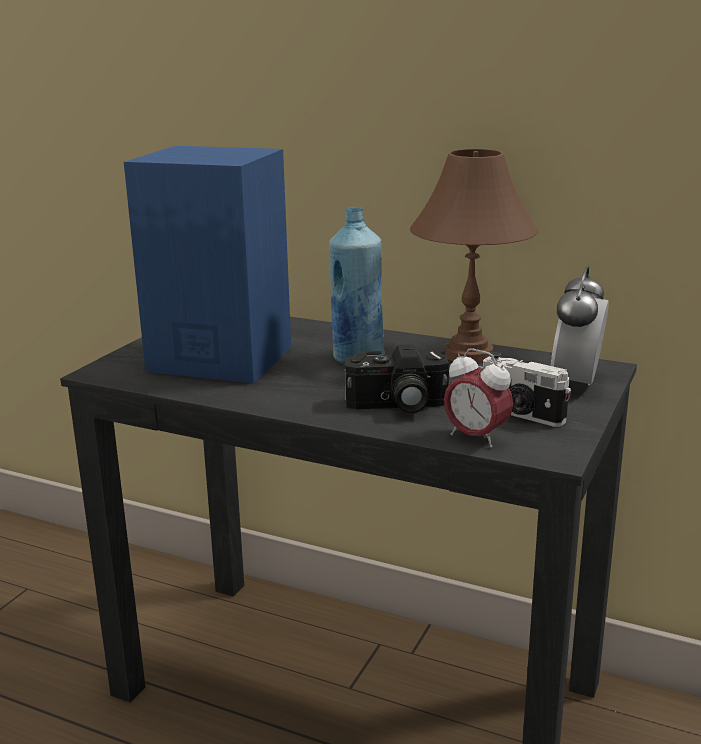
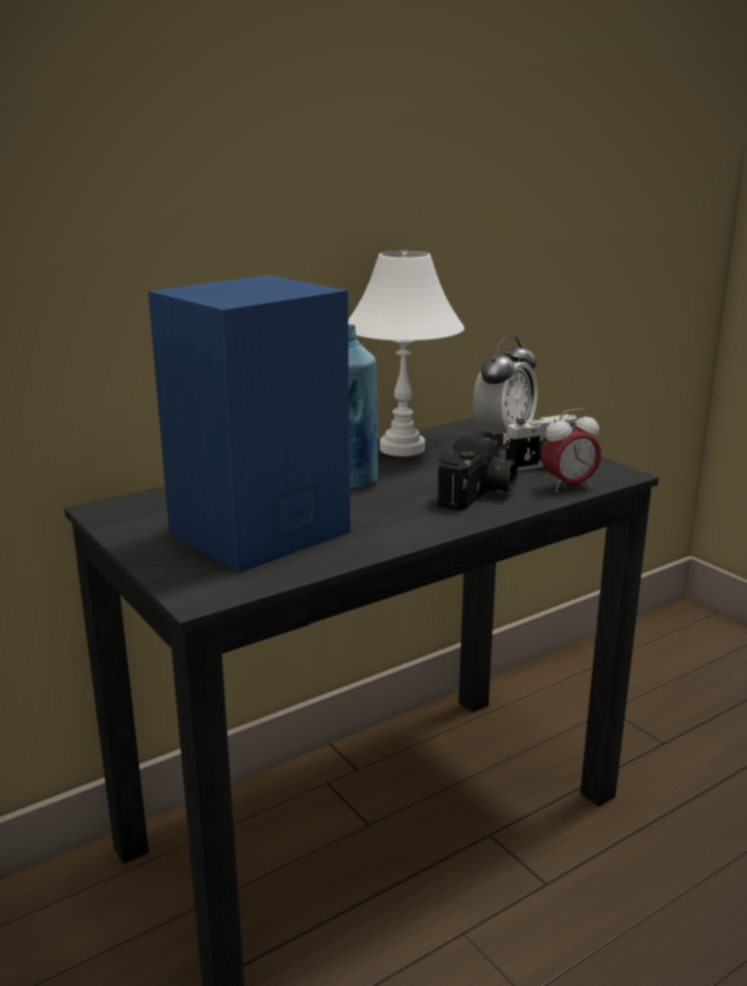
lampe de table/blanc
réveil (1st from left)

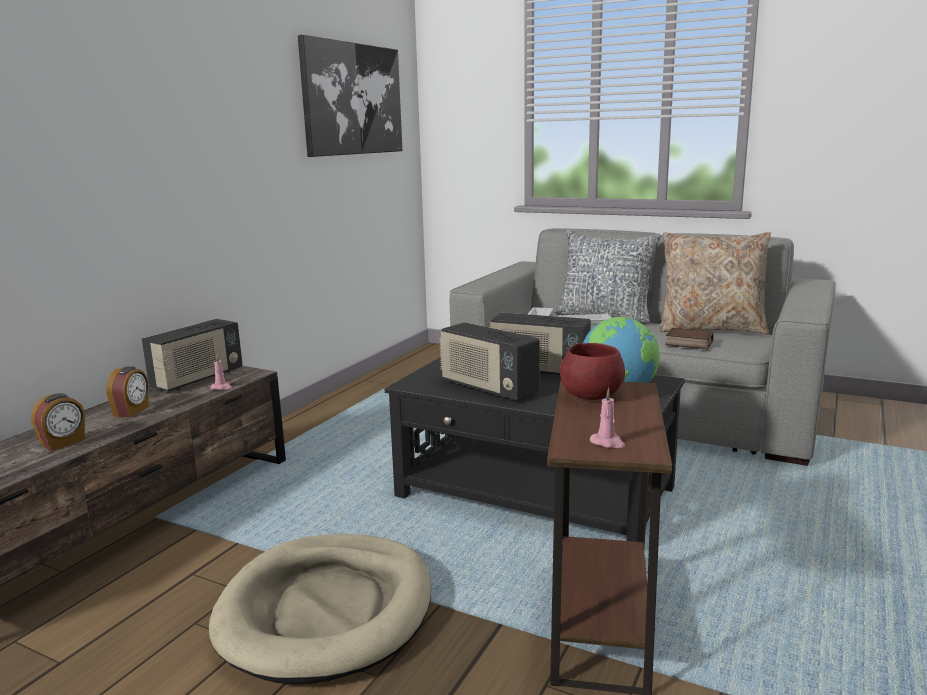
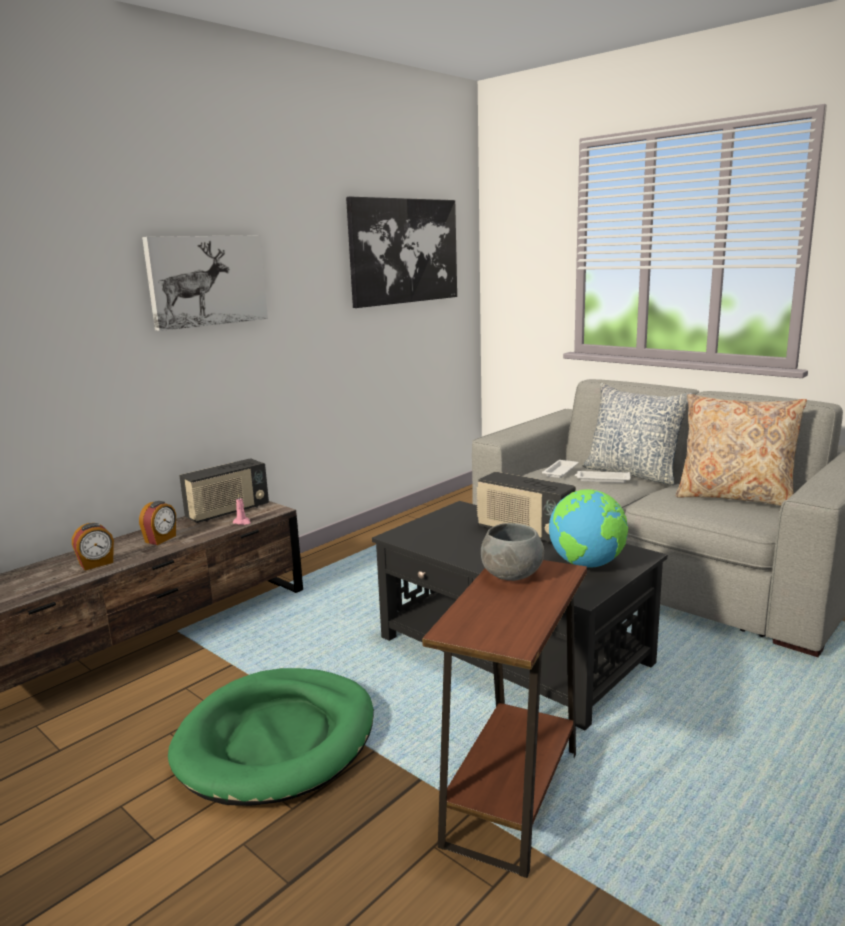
radio (2nd from left in the first image)
bougie/rose (2nd from left in the first image)
livre
tableau (1st from left)
panier pour chien/vert
bol/gris

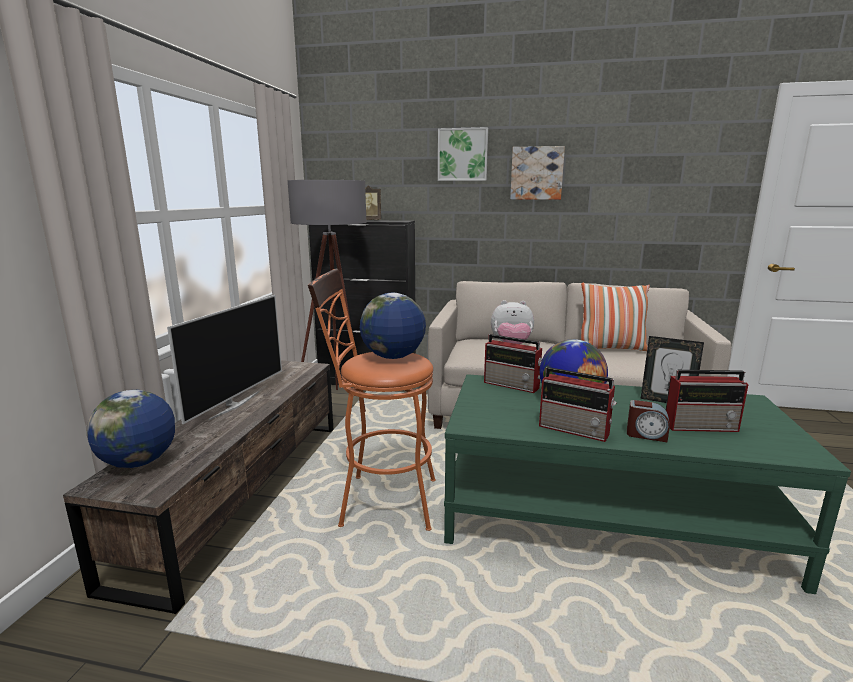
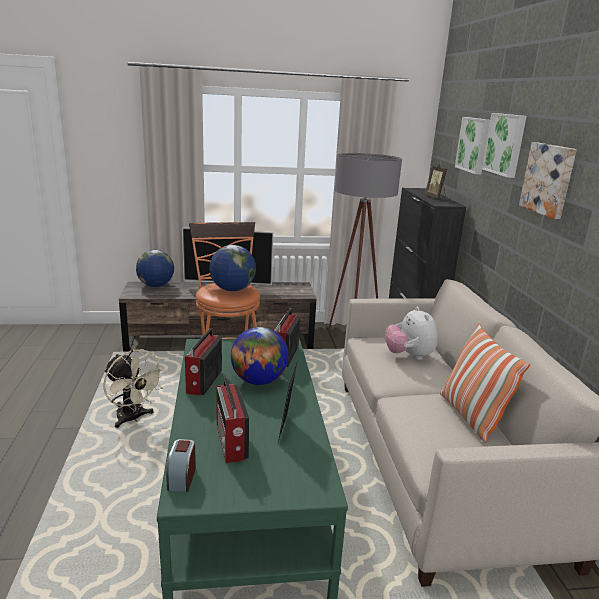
ventilateur/beige
tableau (1st from left)
réveil

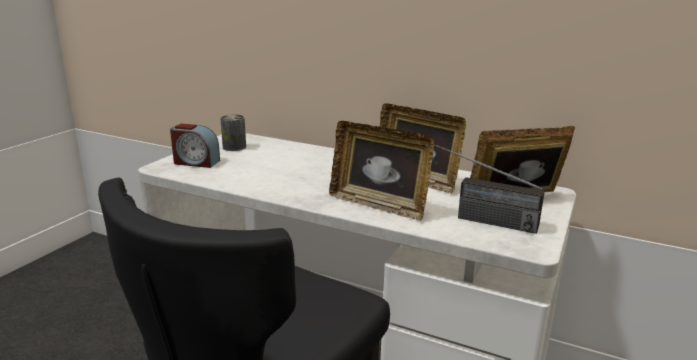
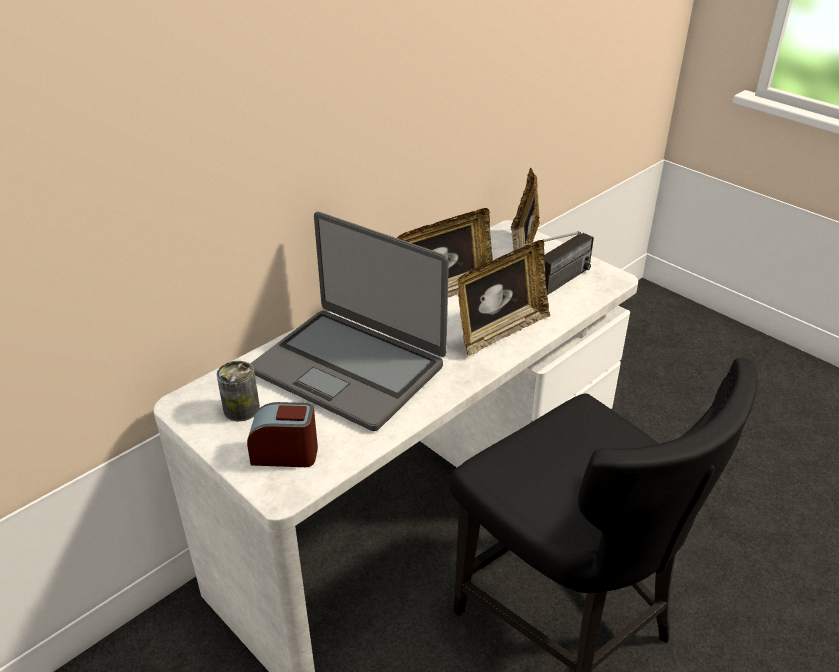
ordinateur portable
réveil

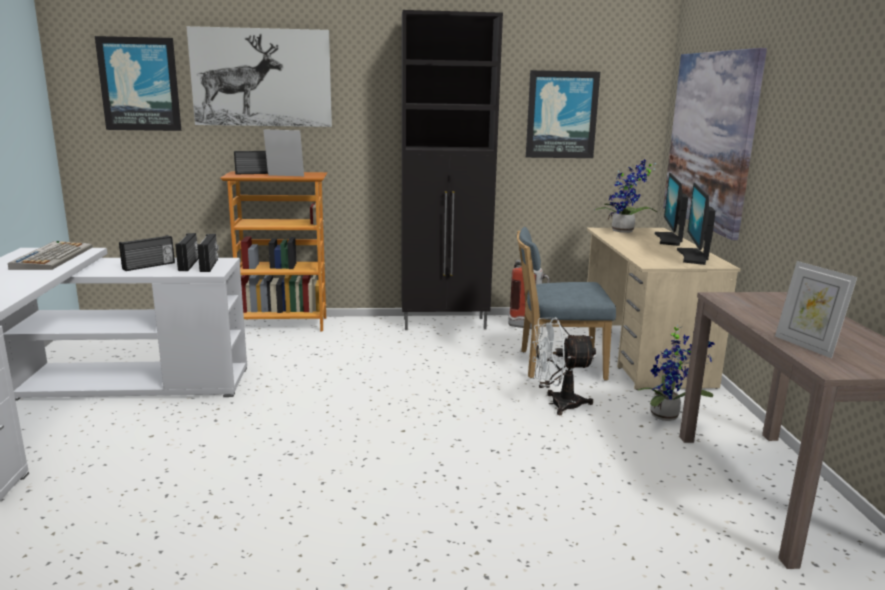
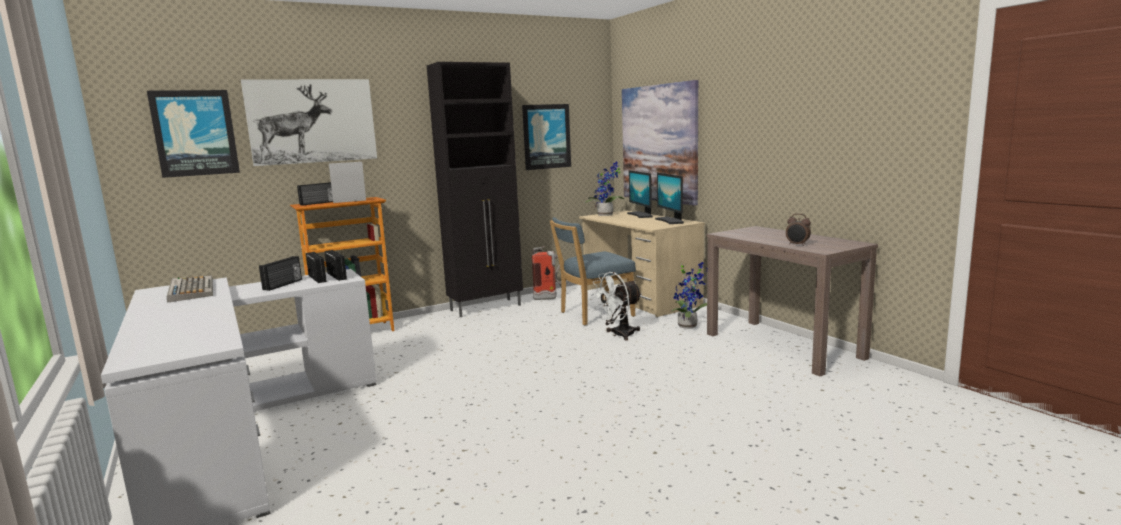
réveil

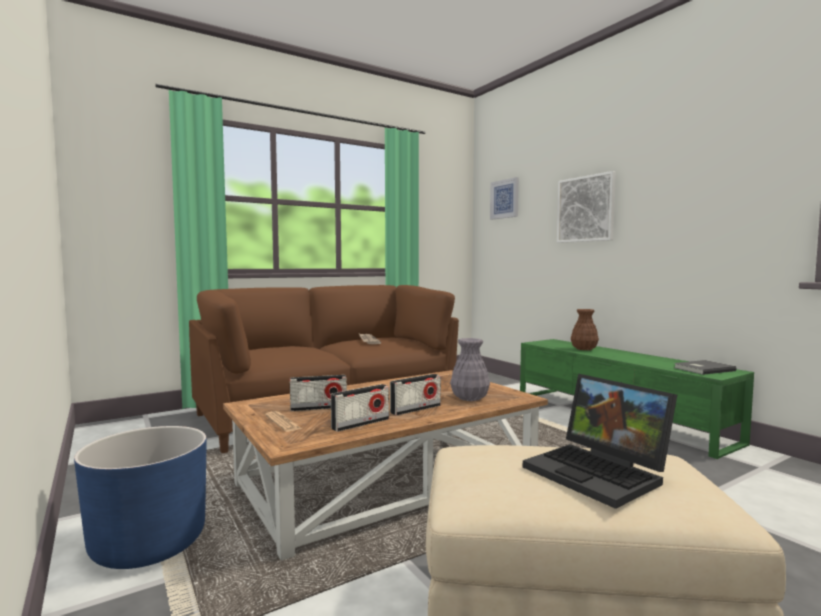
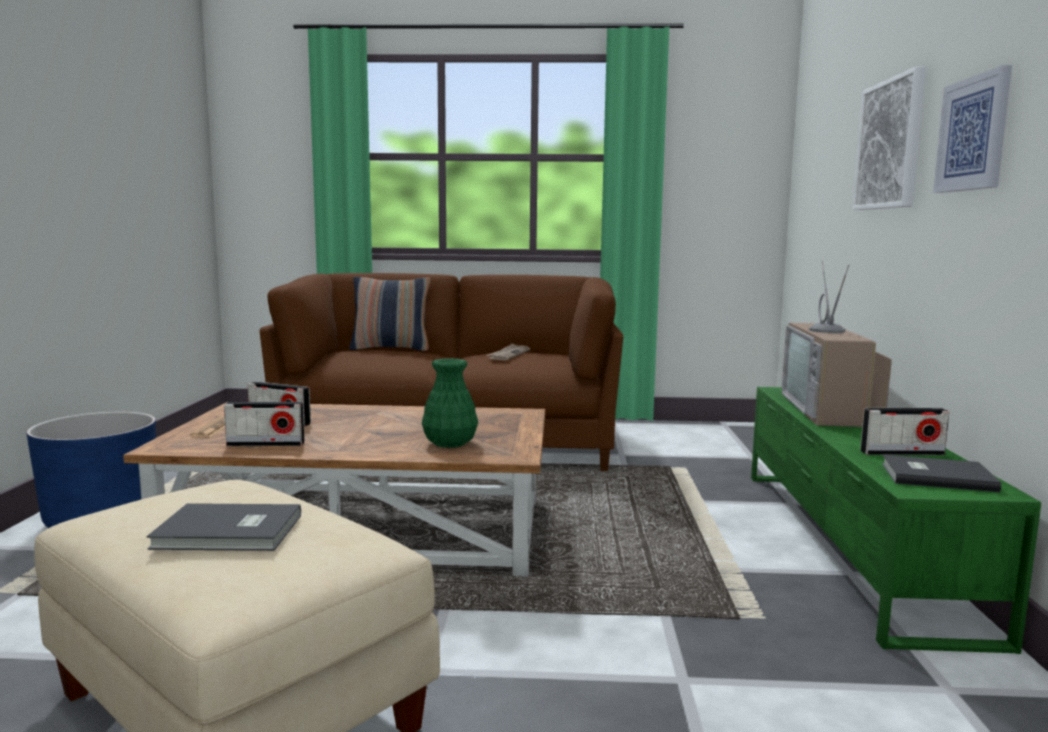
coussin
radio (3rd from left)
tableau (2nd from left)
livre/gris (1st from left)
téléviseur
vase/vert

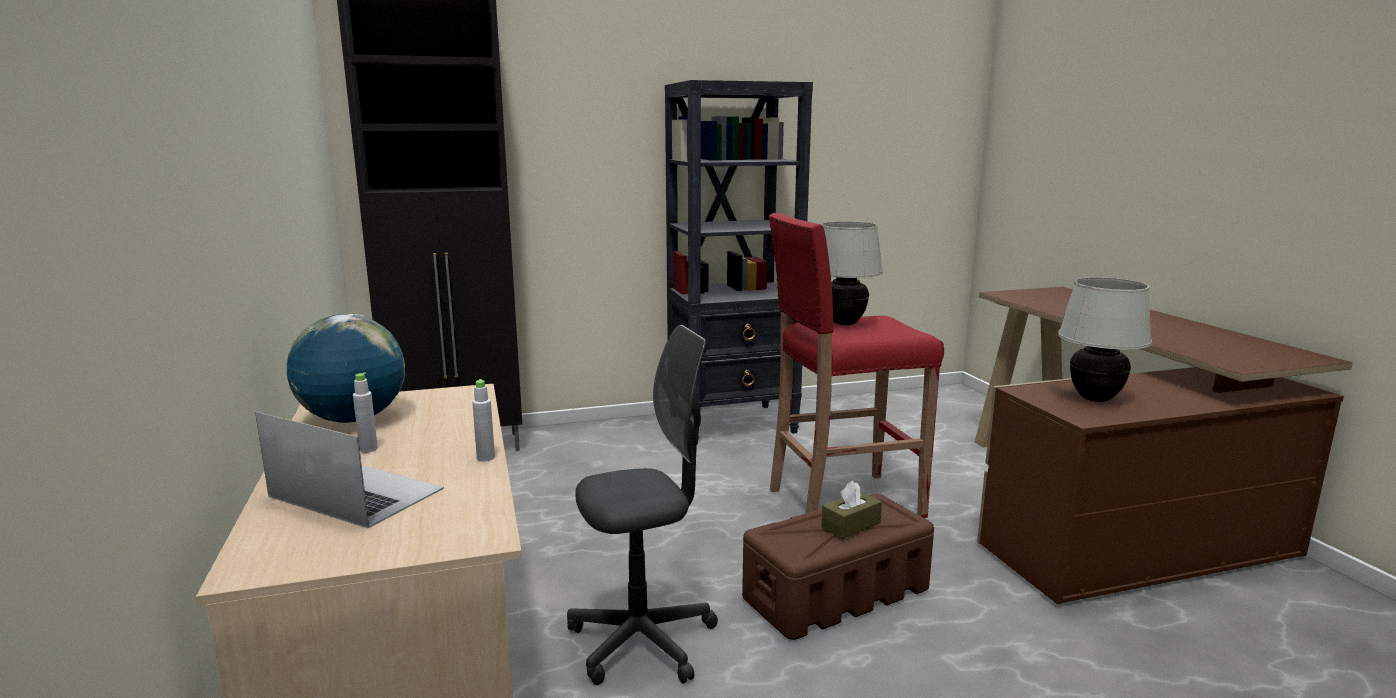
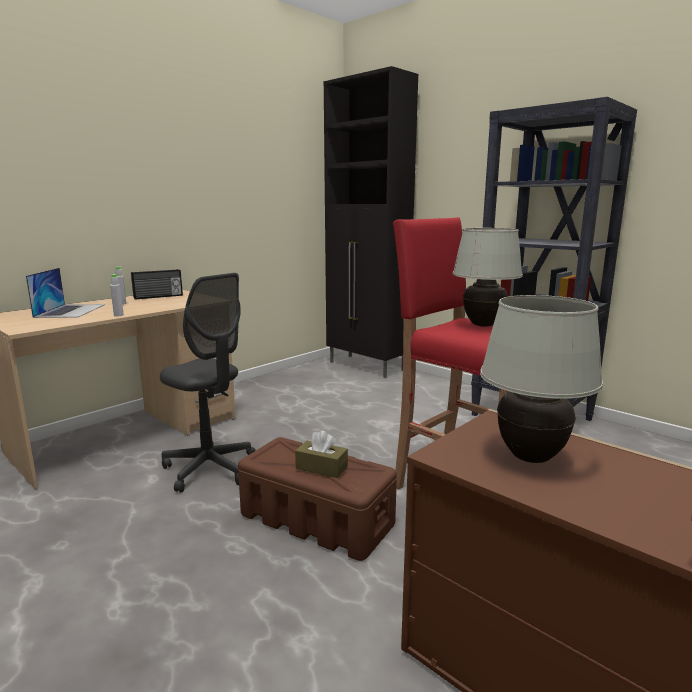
radio

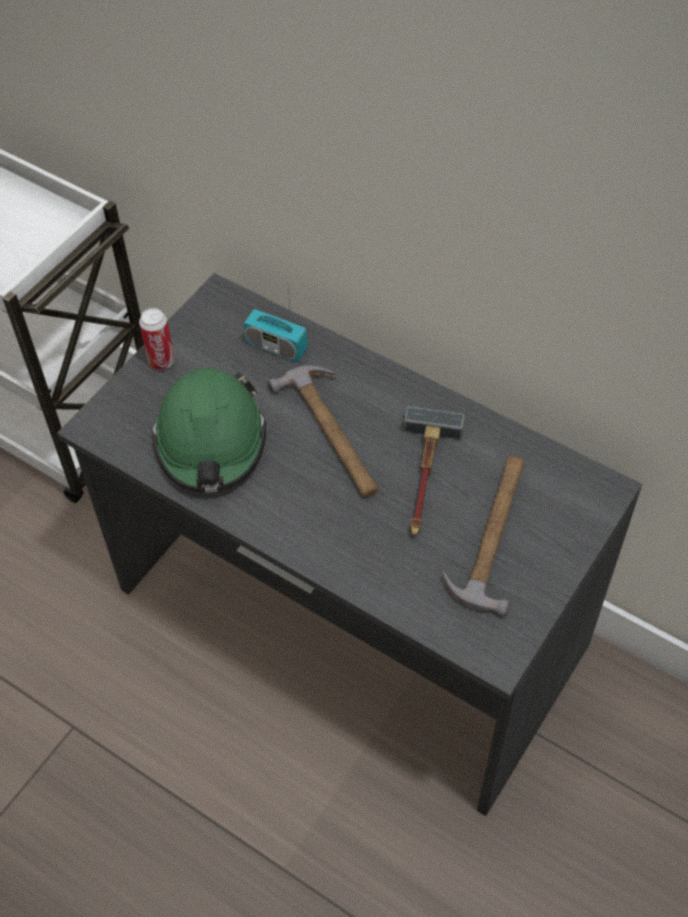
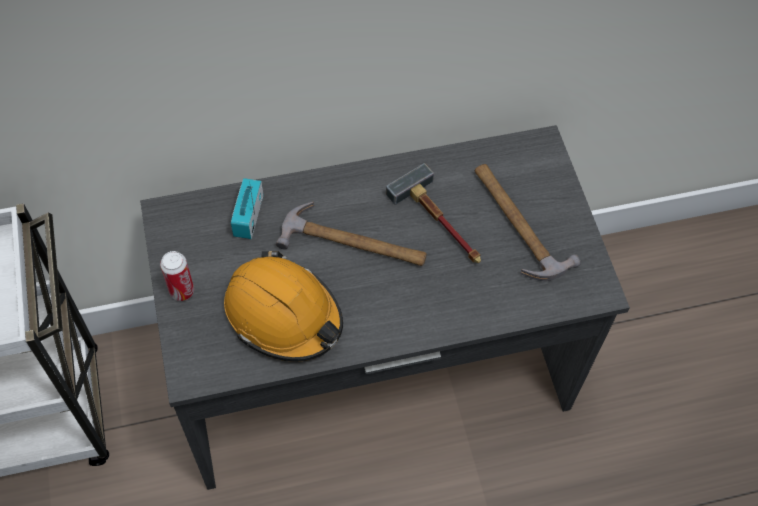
casque de chantier/orange
radio

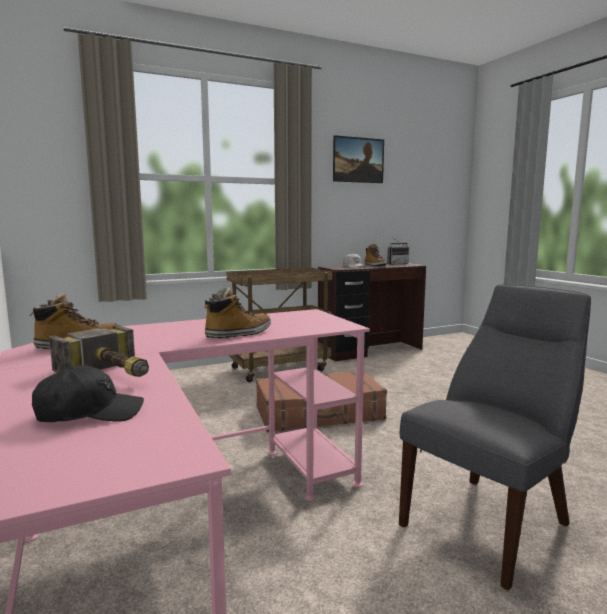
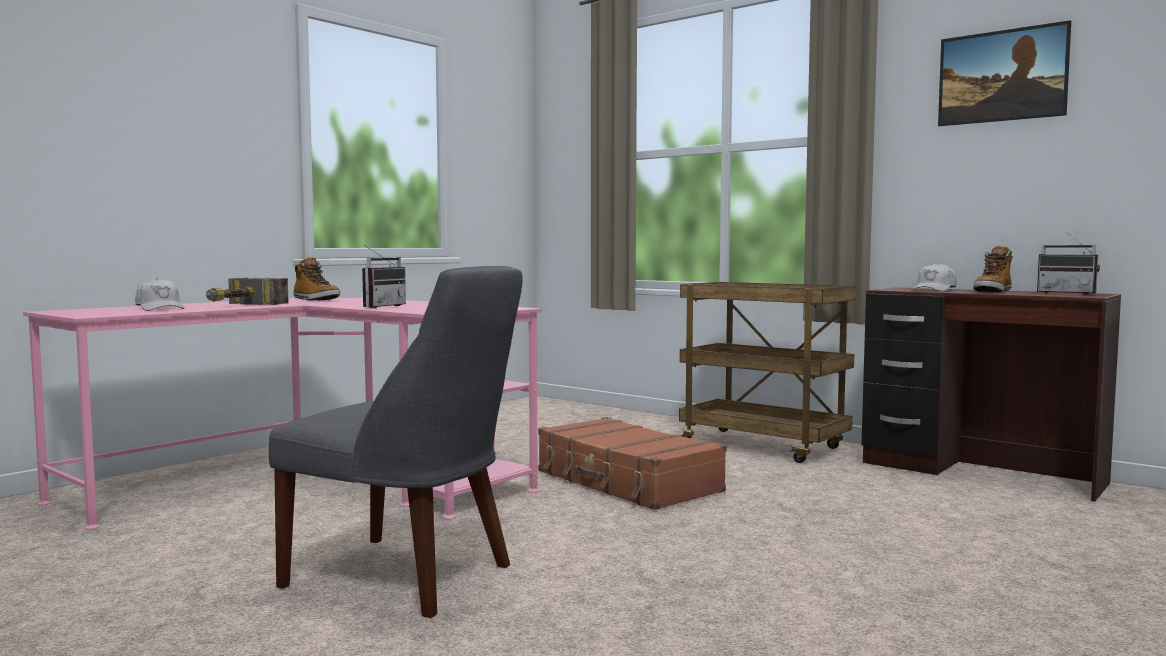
radio (1st from left)
casquette/blanc (1st from left)

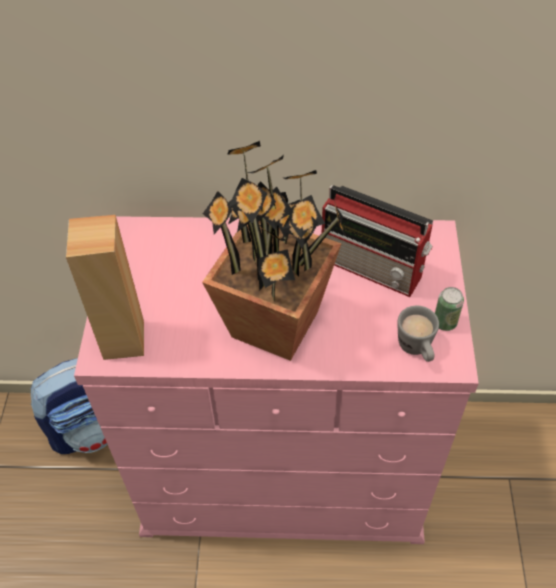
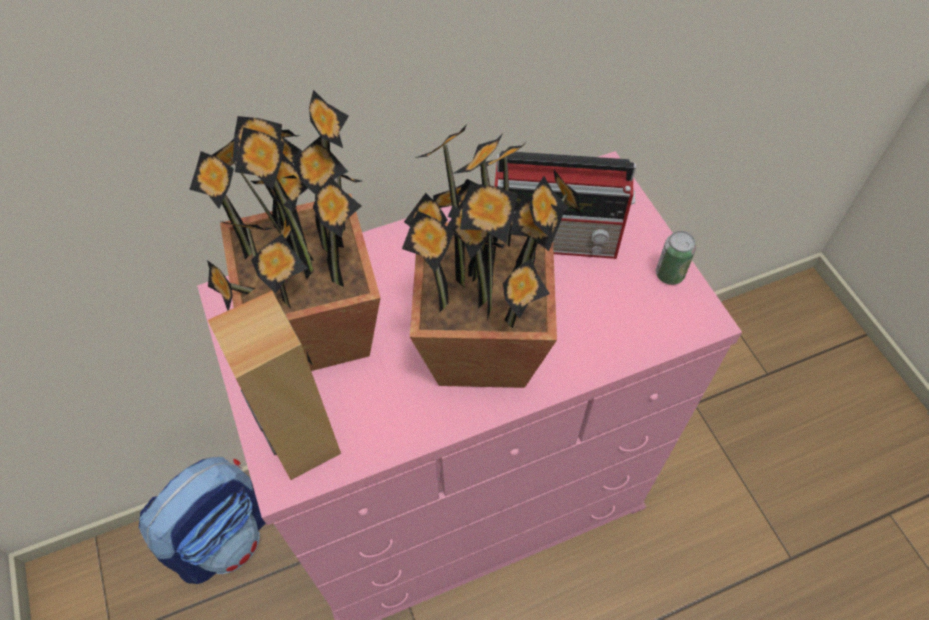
mug/gris
plante en pot (1st from left)

